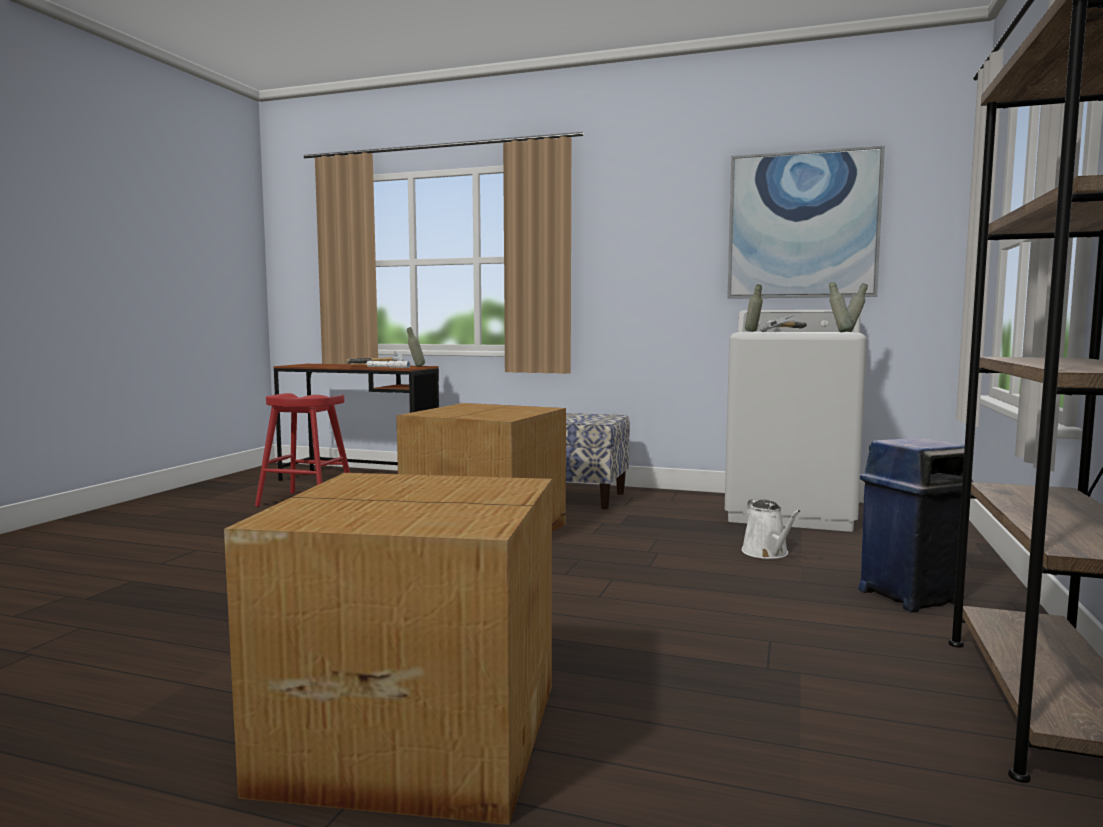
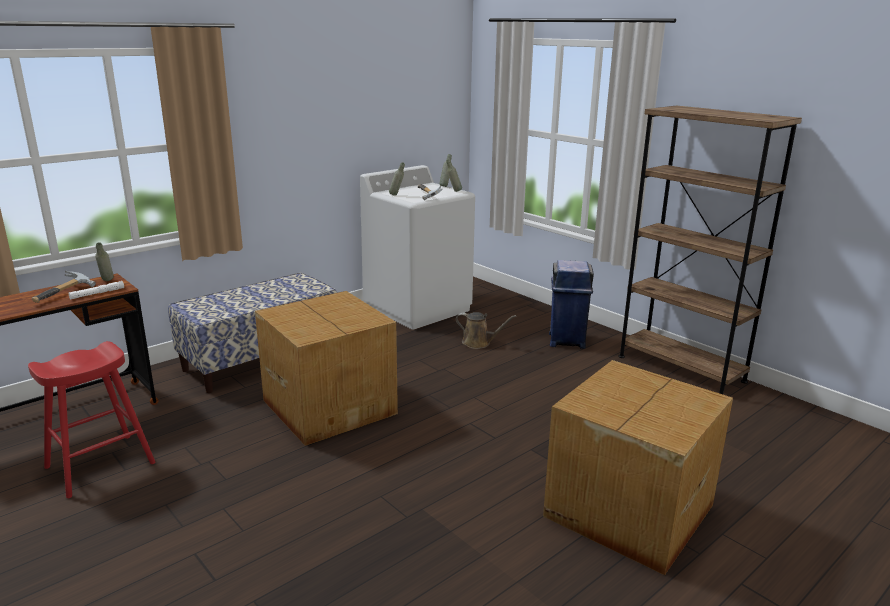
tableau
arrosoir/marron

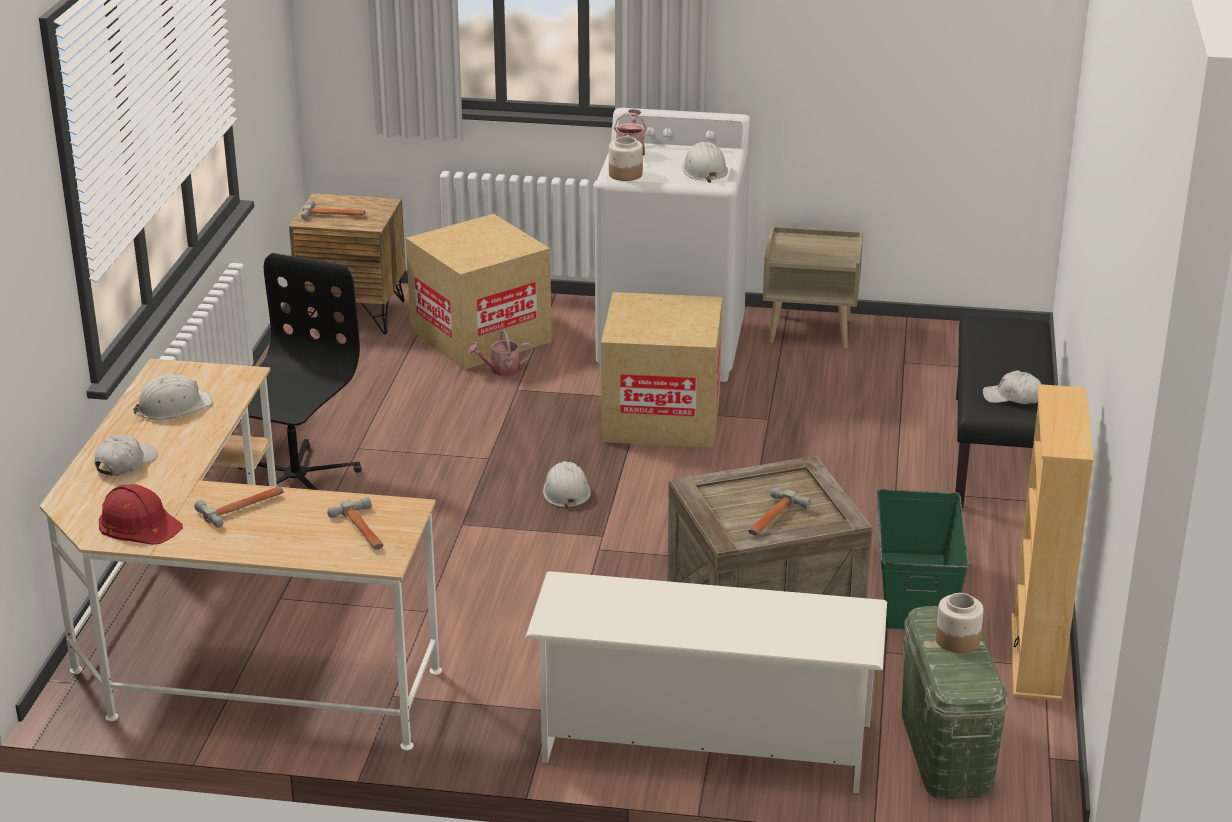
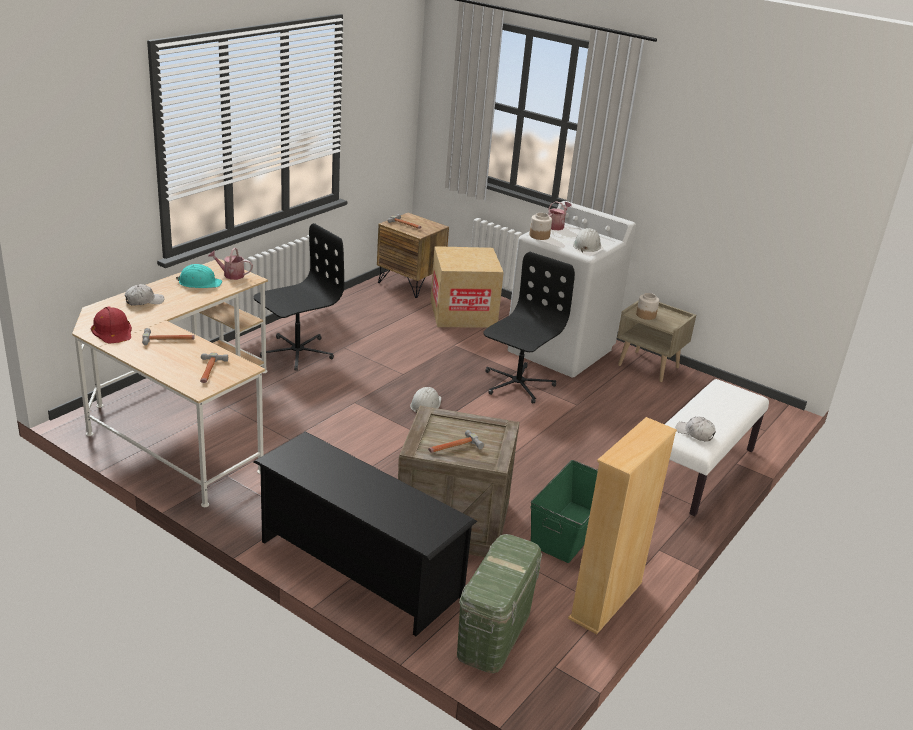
arrosoir (1st from left)
bocal (2nd from left)
chaise de bureau/noir (2nd from left)
casque de chantier/turquoise
étagère à chaussures/noir
banc/blanc

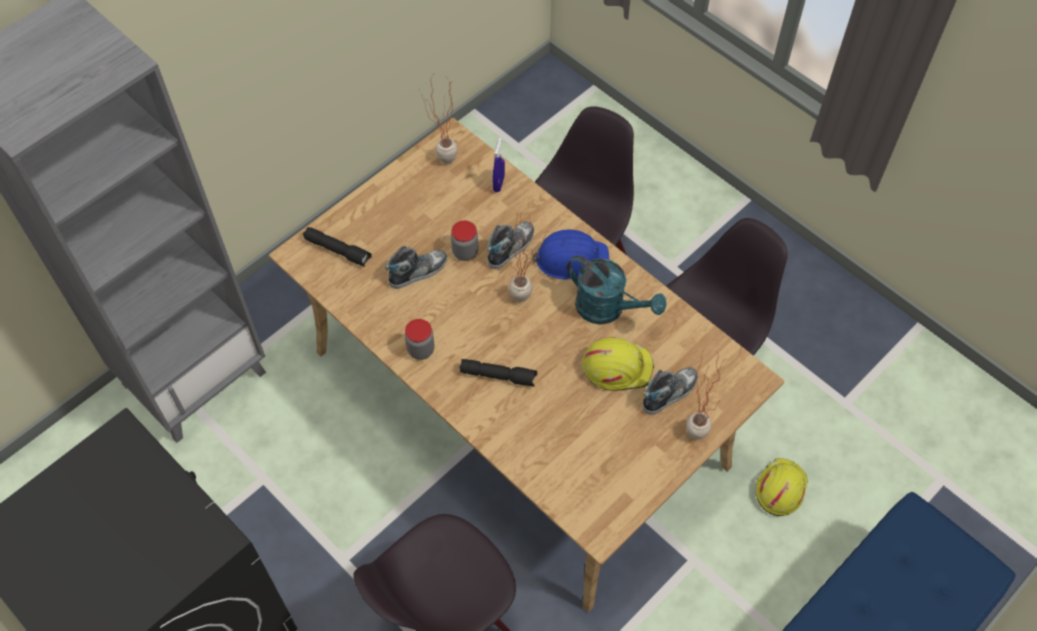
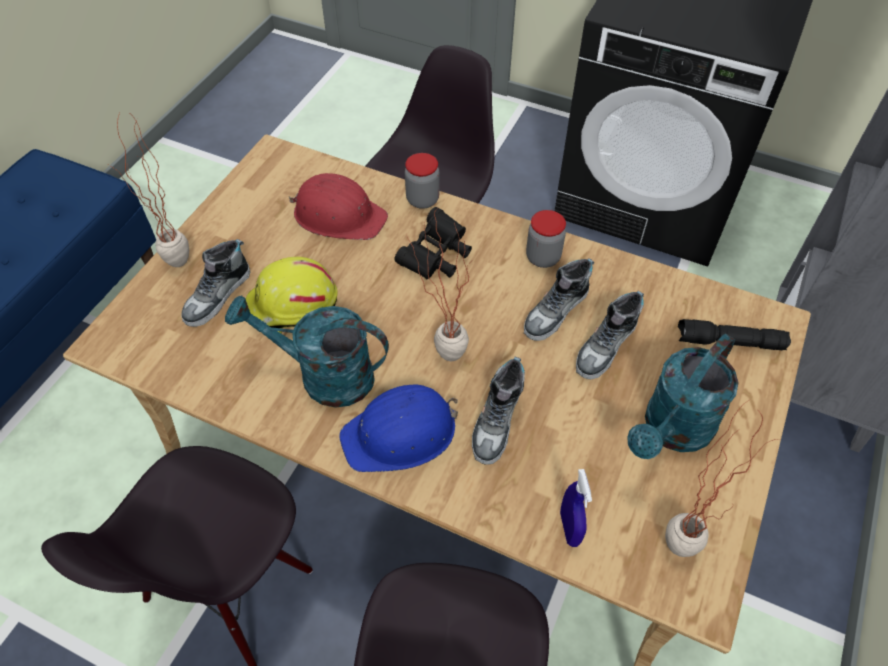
casque de chantier/jaune (2nd from left in the first image)
casque de chantier/rouge
chaussure (3rd from left)
arrosoir/turquoise (2nd from left)
bocal (1st from left)
jumelles/noir

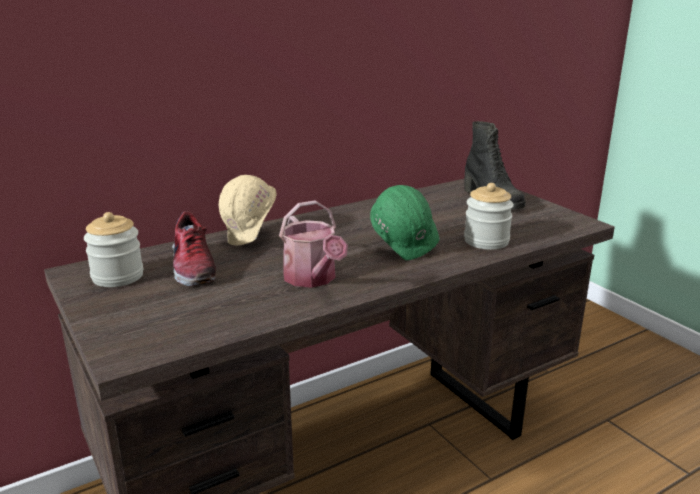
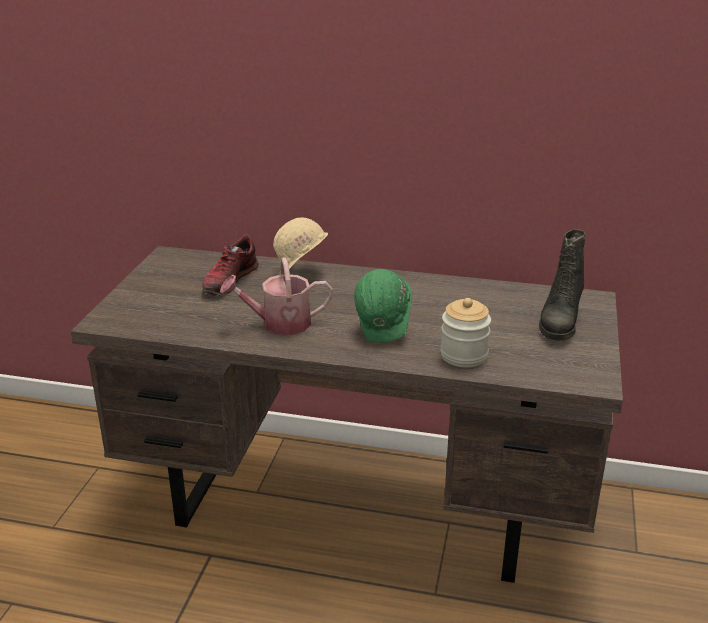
bocal (1st from left in the first image)
arrosoir

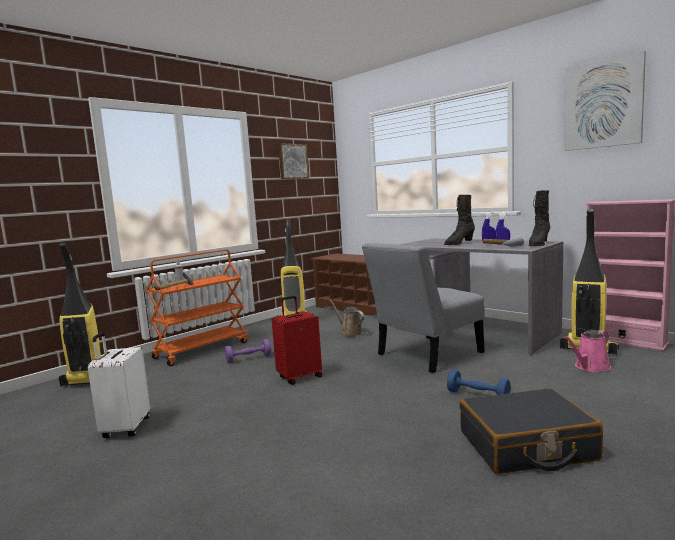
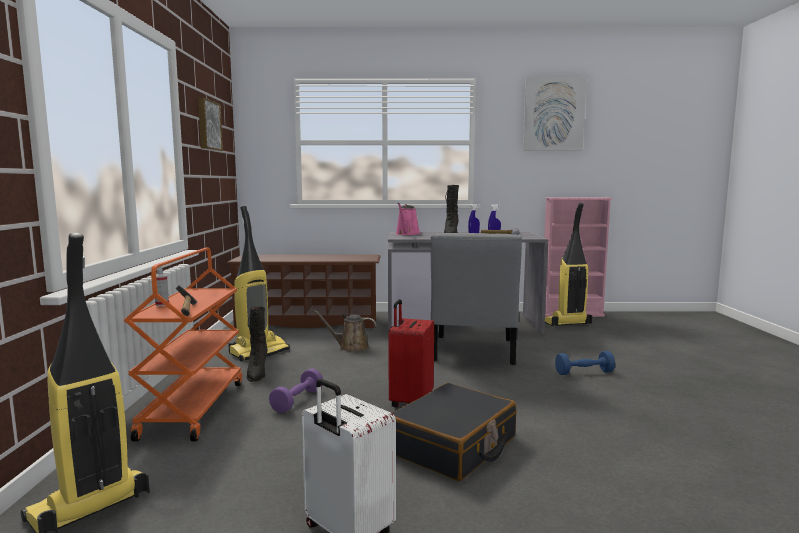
valise/noir
botte/noir (1st from left)
arrosoir/rose

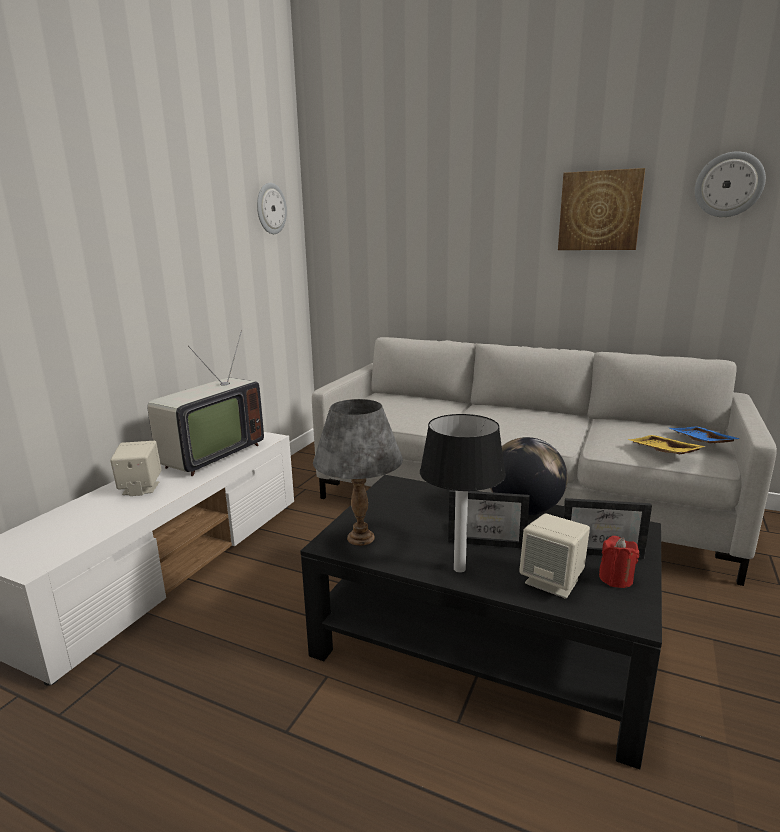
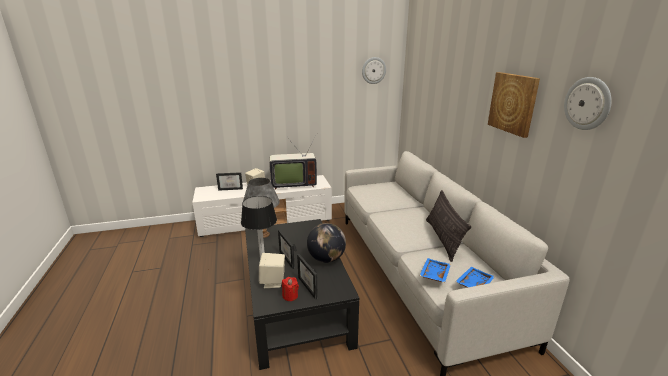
cadre photo (1st from left)
coussin
plateau/bleu (1st from left)

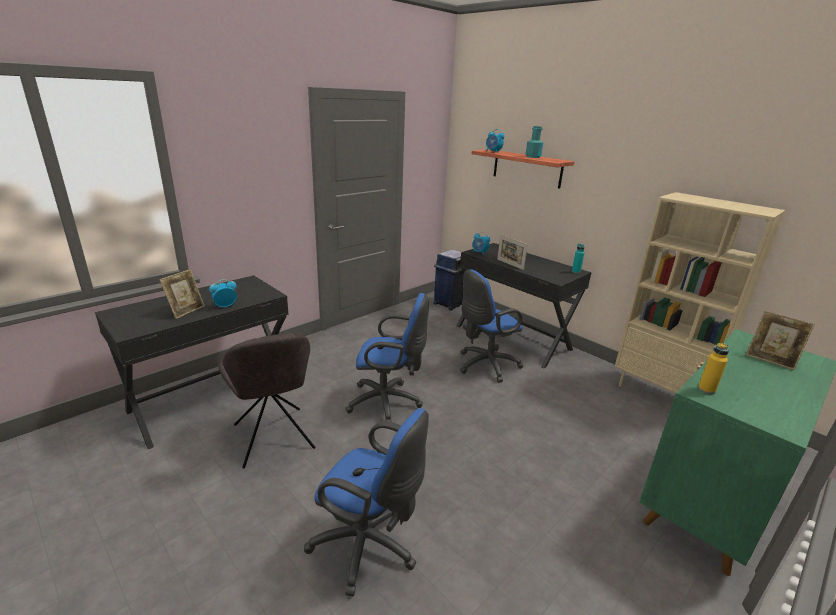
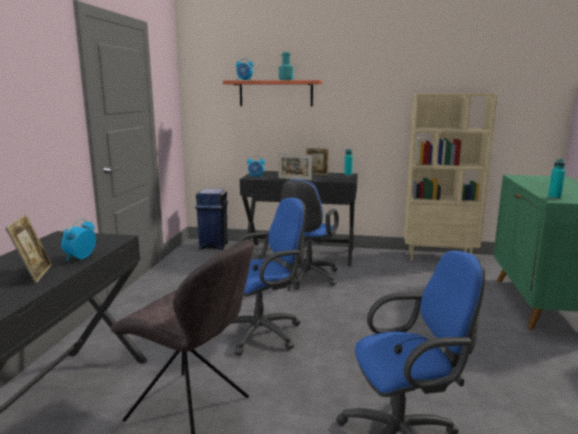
cadre photo (3rd from left)
bouteille/turquoise (3rd from left)

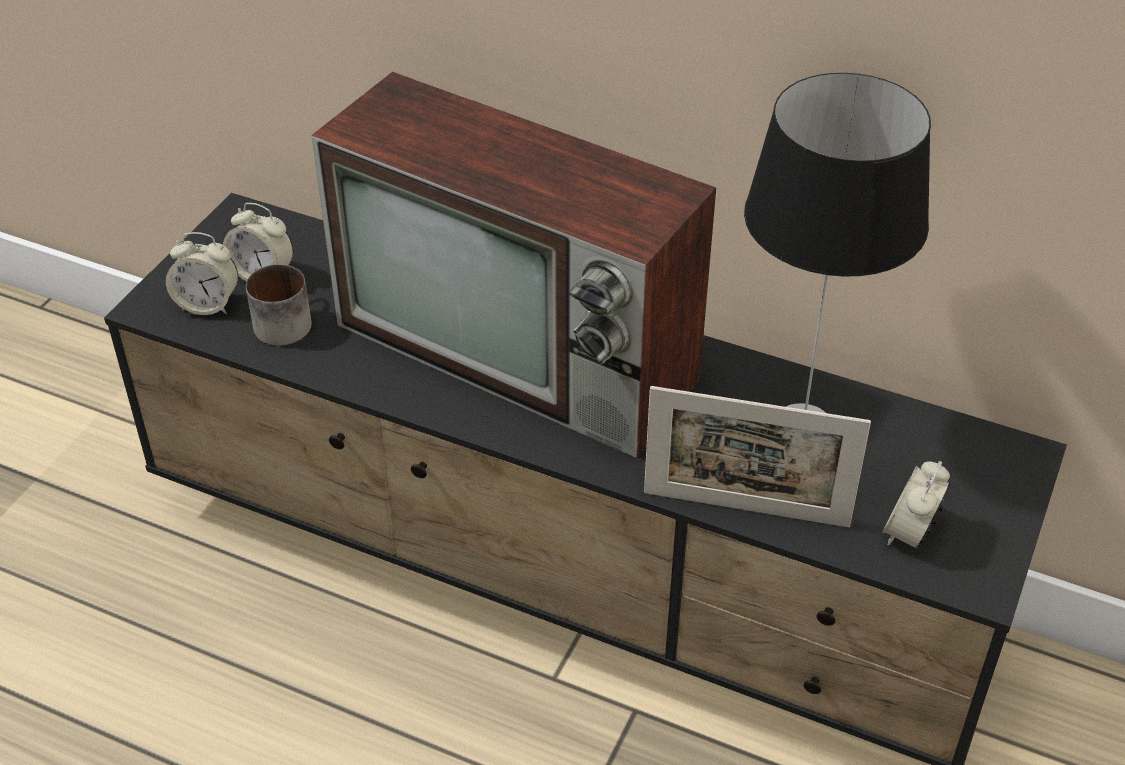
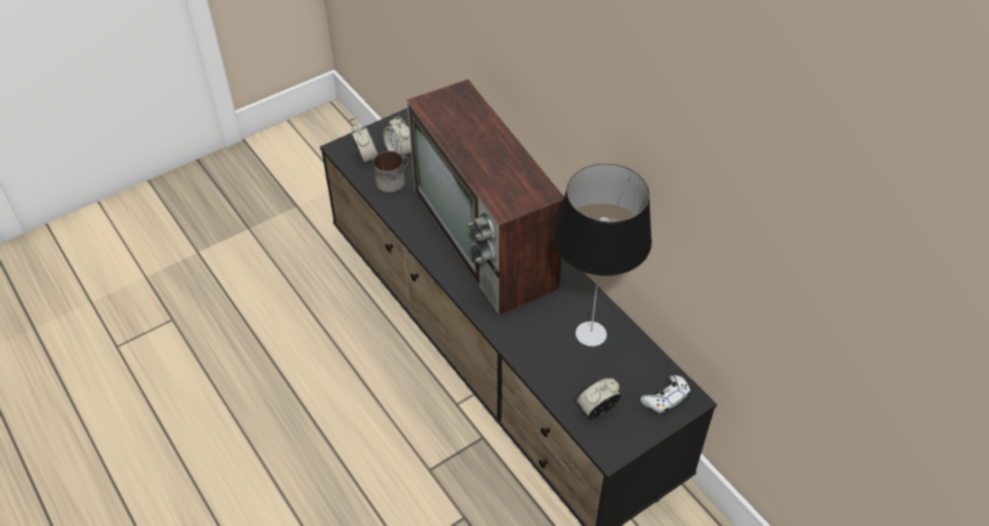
cadre photo
manette/blanc
réveil (1st from left)

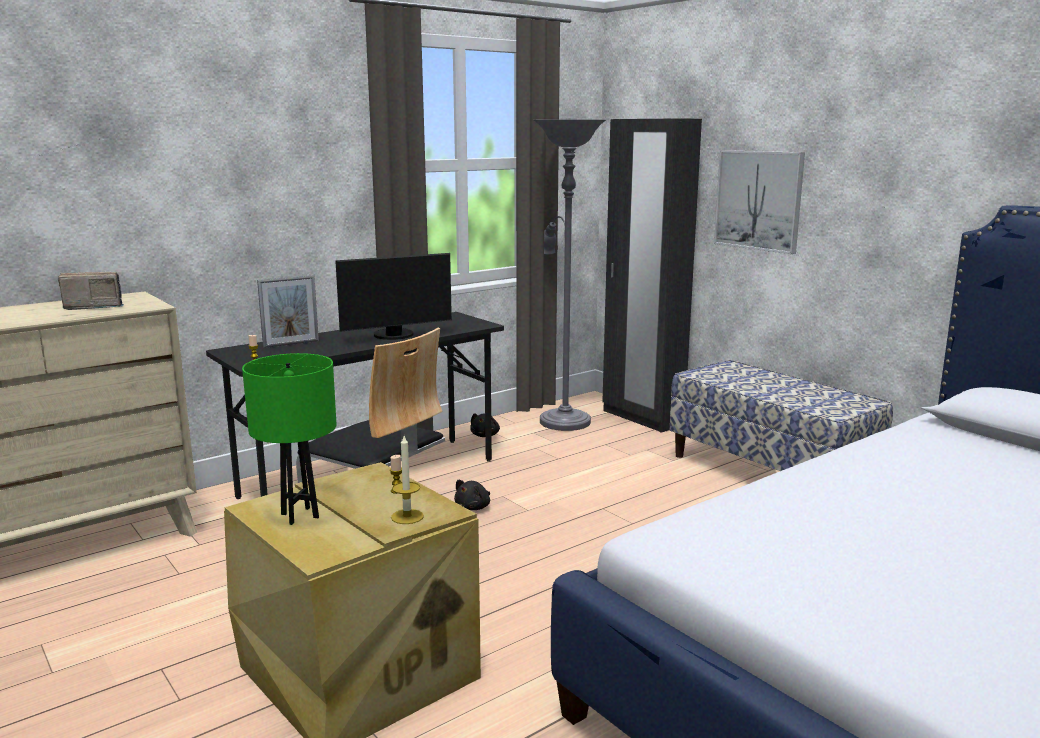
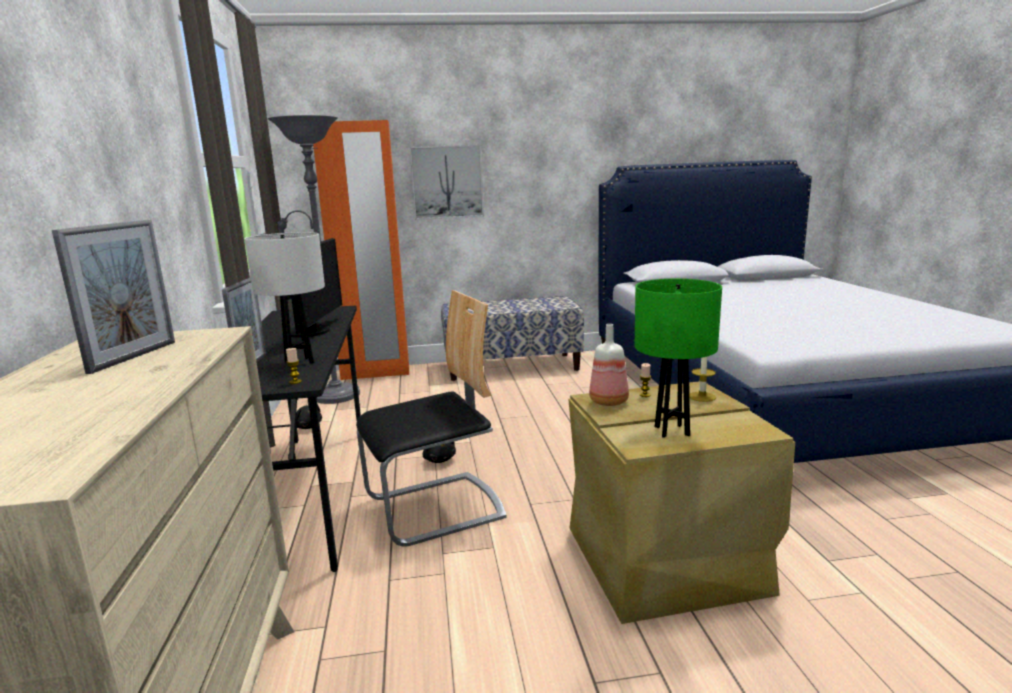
lampe de table/blanc
bouteille
cadre photo (1st from left)
armoire/orange

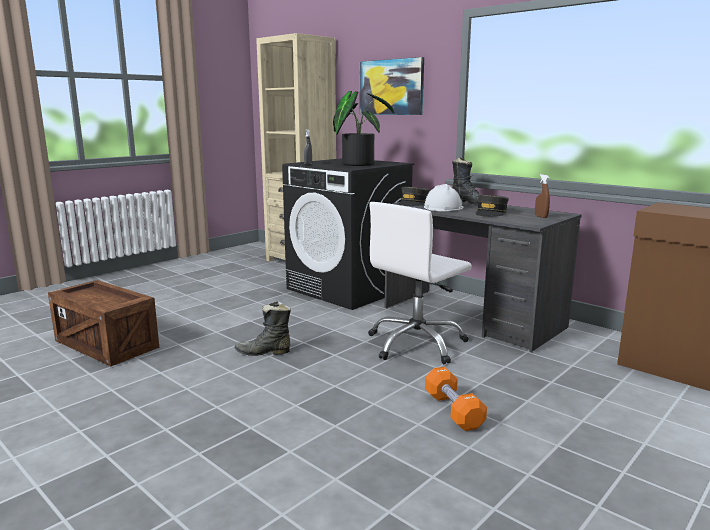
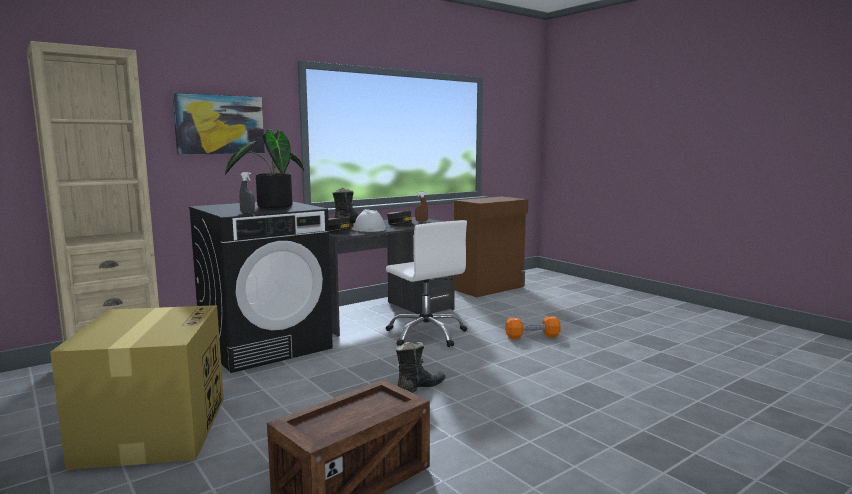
carton
botte/noir (2nd from left)

